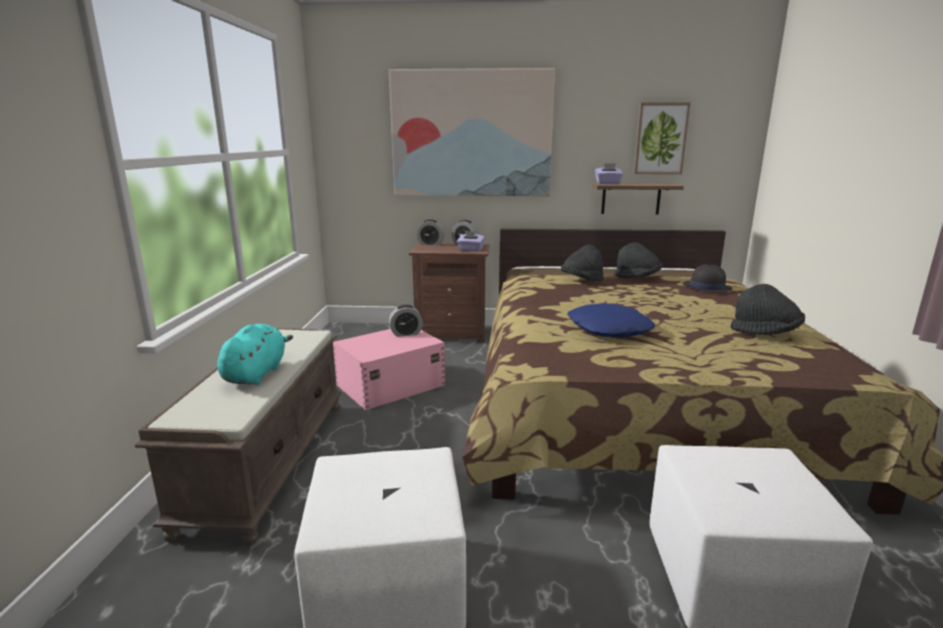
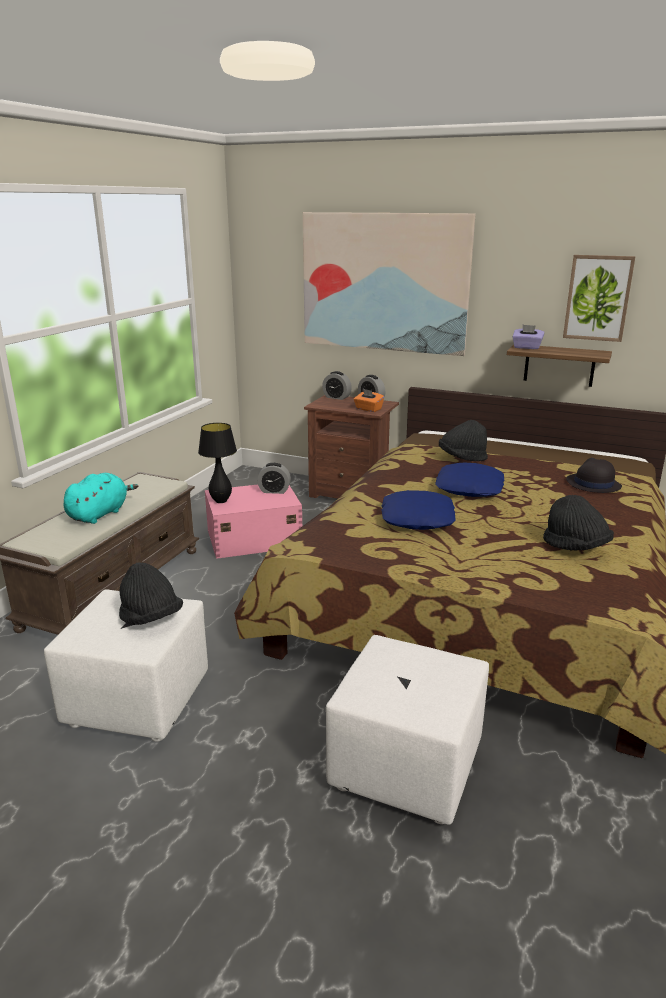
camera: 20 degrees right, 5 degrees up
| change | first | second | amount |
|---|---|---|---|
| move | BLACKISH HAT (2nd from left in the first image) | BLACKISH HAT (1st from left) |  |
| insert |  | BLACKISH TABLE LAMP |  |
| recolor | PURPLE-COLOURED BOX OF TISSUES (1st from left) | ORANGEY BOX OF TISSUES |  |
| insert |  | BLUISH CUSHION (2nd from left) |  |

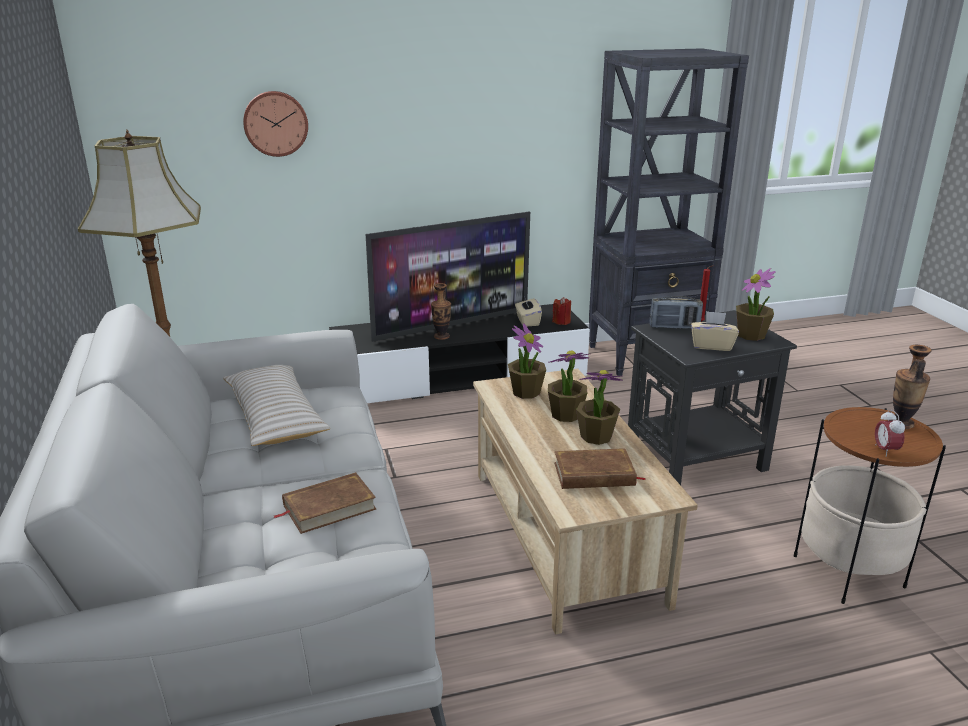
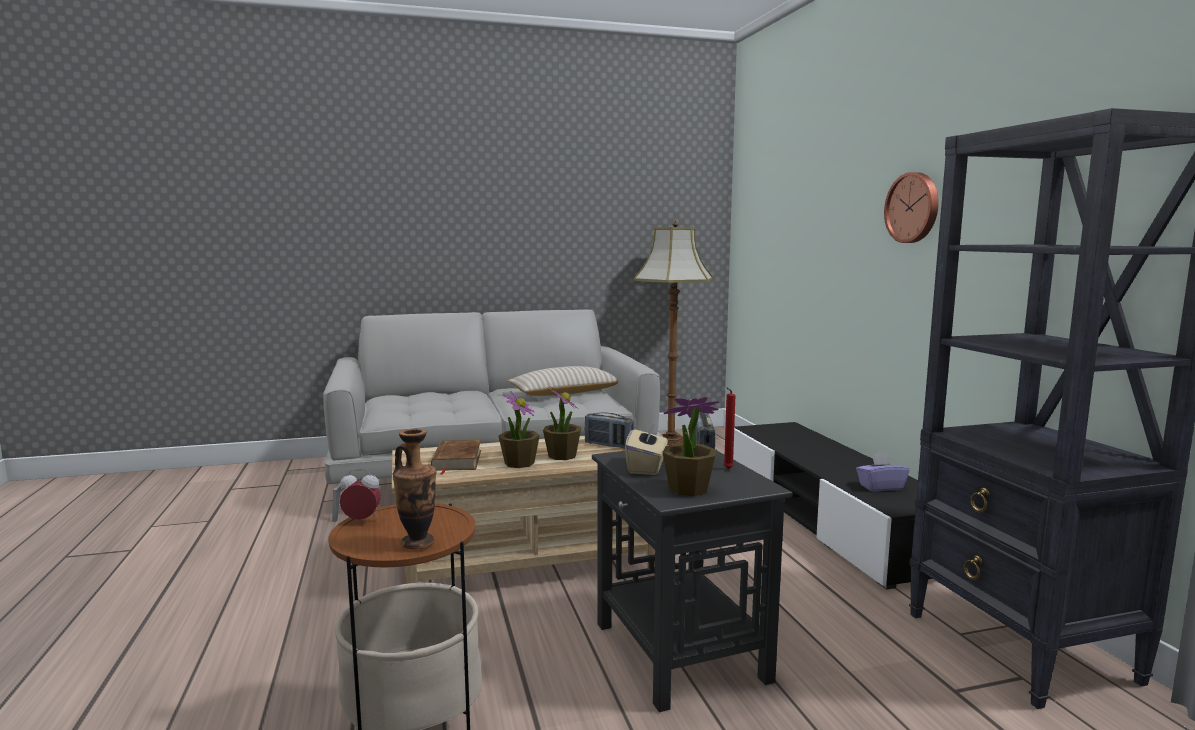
camera: 90 degrees right, 15 degrees down
| change | first | second | amount |
|---|---|---|---|
| replace | POTTED PLANT (1st from left) | RADIO (1st from left) |  |
| recolor | BEIGE BOX OF TISSUES (1st from left) | PURPLE-COLOURED BOX OF TISSUES |  |
| move | WALL CLOCK |  |  |
| delete | BROWN-COLOURED BOUND BOOK (1st from left) |  |  |
| delete | TV SET |  |  |
| delete | DECORATIVE VASE (1st from left) |  |  |
| delete | REDDISH WAX LIGHT (1st from left) |  |  |

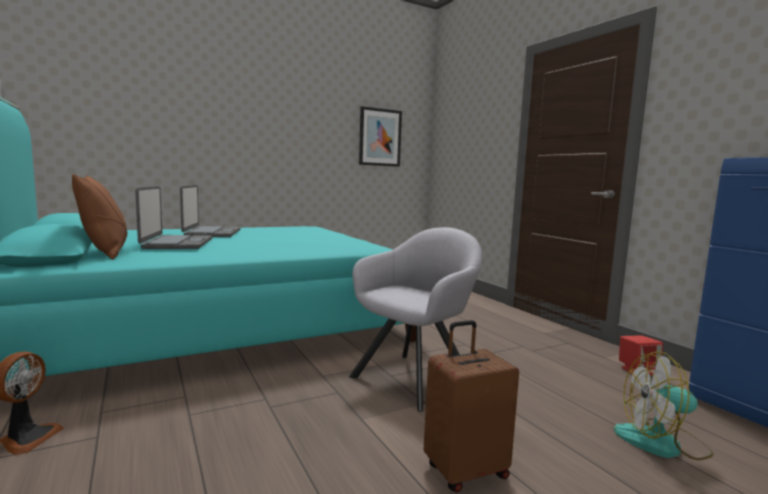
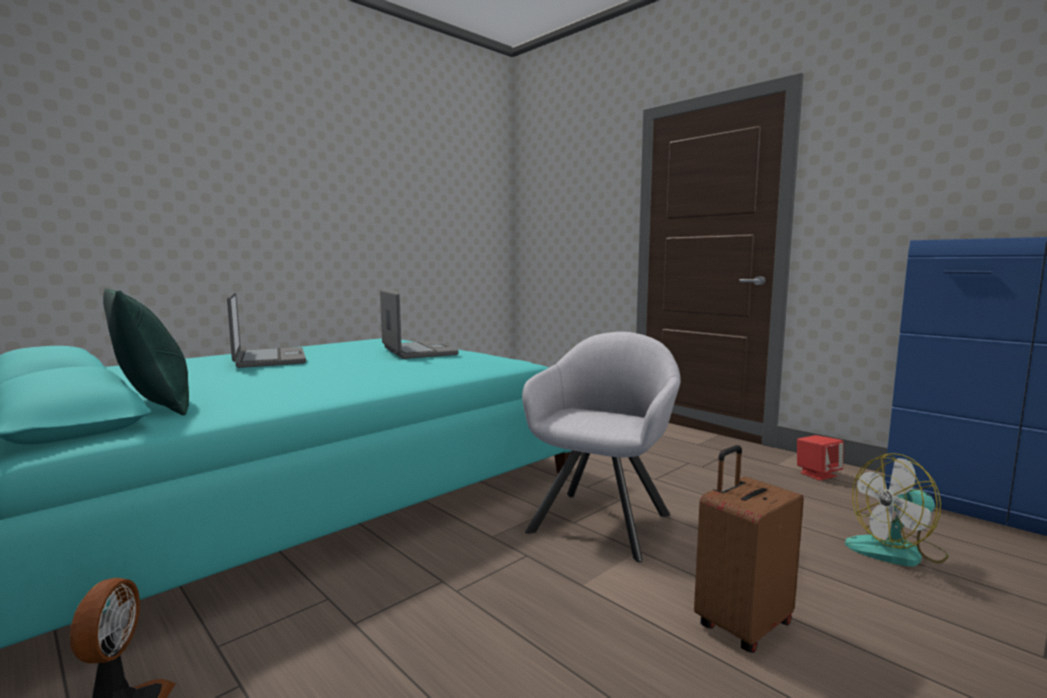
camera: 15 degrees left, 0 degrees up
| change | first | second | amount |
|---|---|---|---|
| recolor | BROWN-COLOURED CUSHION | GREEN-COLOURED CUSHION |  |
| move | PORTABLE COMPUTER (1st from left in the first image) | PORTABLE COMPUTER (2nd from left) |  |
| delete | WALL ART |  |  |

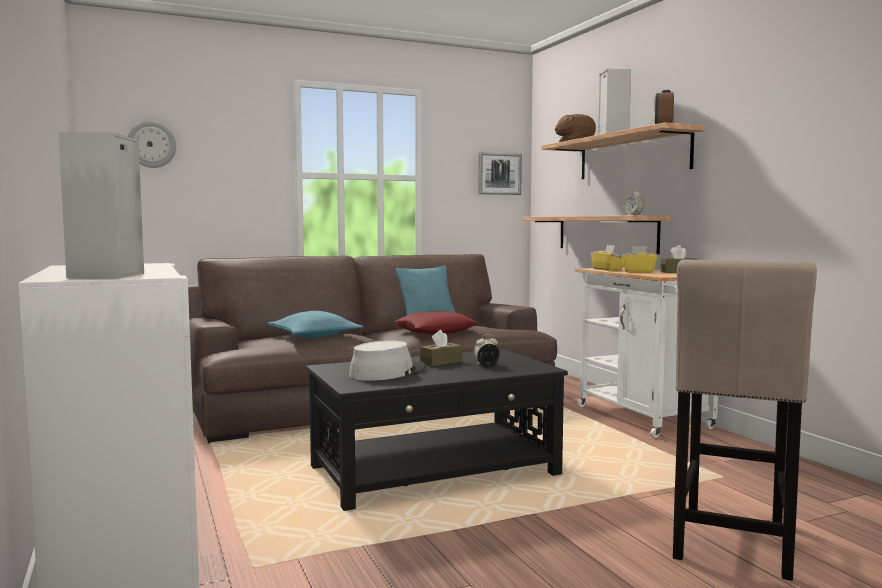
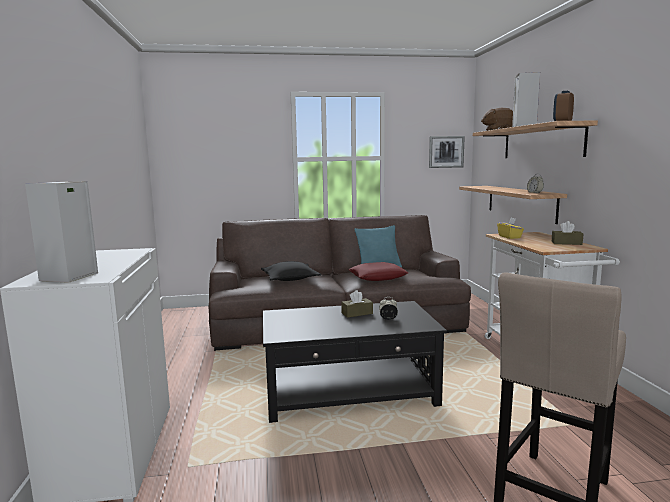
camera: 15 degrees right, 5 degrees up
| change | first | second | amount |
|---|---|---|---|
| recolor | TURQUOISE CUSHION (1st from left) | BLACKISH CUSHION |  |
| delete | WALL CLOCK |  |  |
| delete | GREYISH HAT |  |  |
| delete | YELLOW-COLOURED BOX OF TISSUES (2nd from left) |  |  |

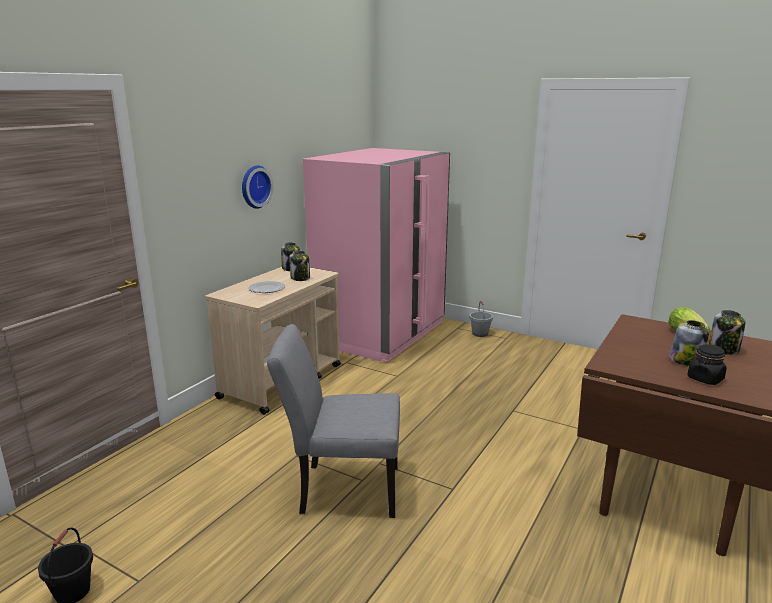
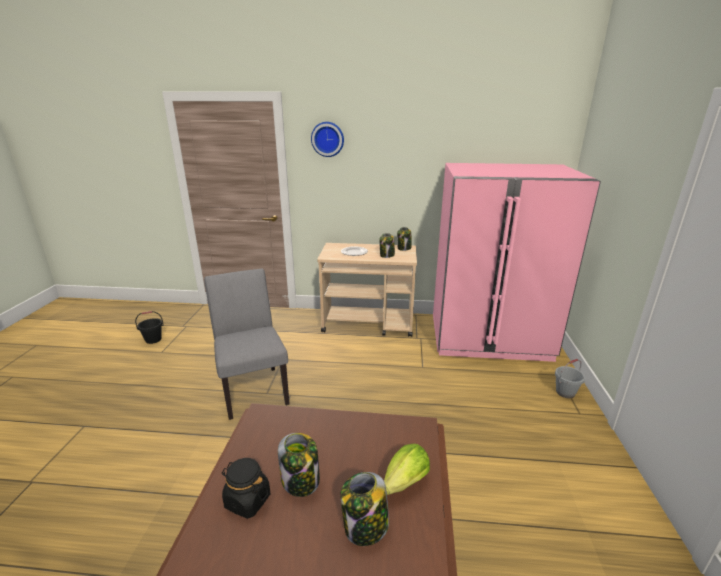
camera: 65 degrees right, 5 degrees up
| change | first | second | amount |
|---|---|---|---|
| move | WALL CLOCK |  |  |

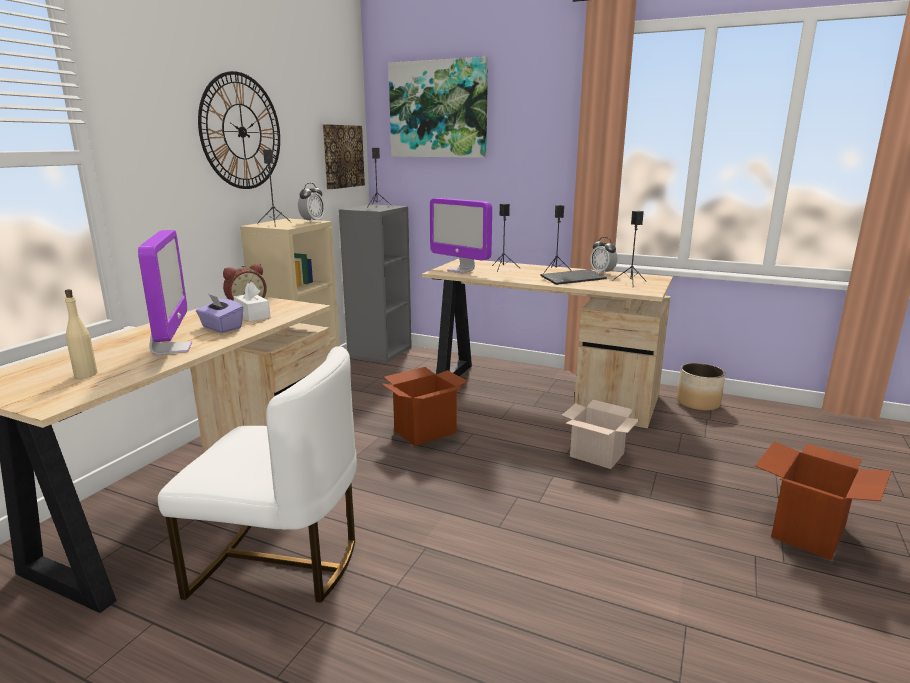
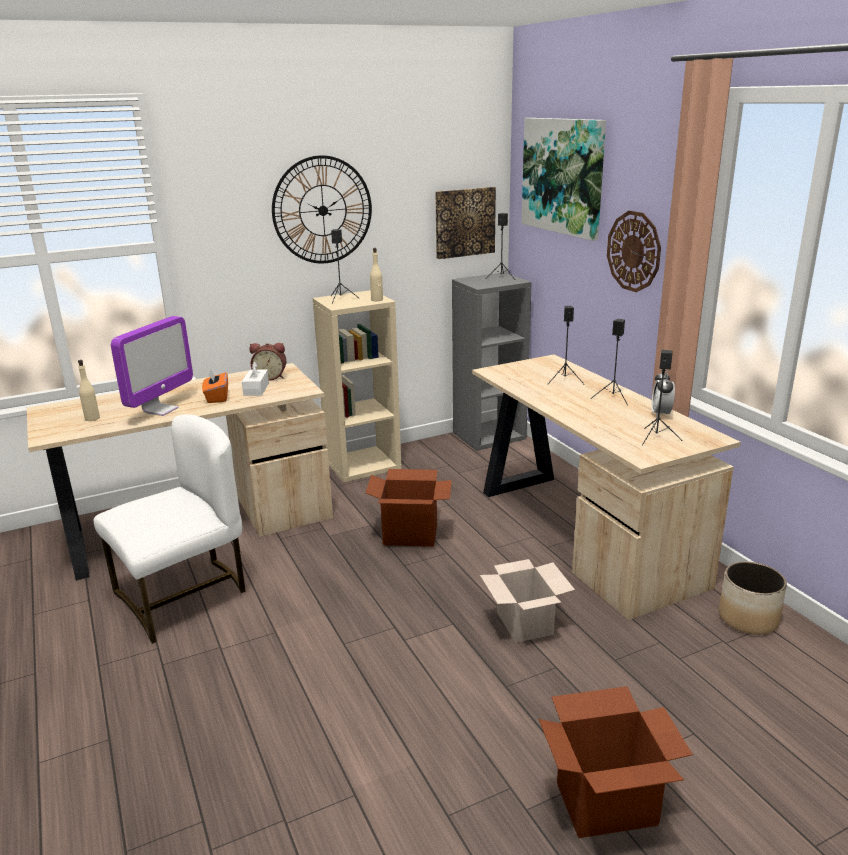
camera: 40 degrees right, 5 degrees up
| change | first | second | amount |
|---|---|---|---|
| rotate | WHITE-COLOURED PLAIN CHAIR |  | 90 degrees counterclockwise |
| recolor | PURPLE-COLOURED BOX OF TISSUES | ORANGEY BOX OF TISSUES |  |
| replace | TABLE CLOCK (2nd from left) | BEIGE BOTTLE (2nd from left) |  |
| insert |  | WALL CLOCK (2nd from left) |  |
| delete | COMPUTER DISPLAY (2nd from left) |  |  |
| delete | COMPUTER KEYBOARD |  |  |

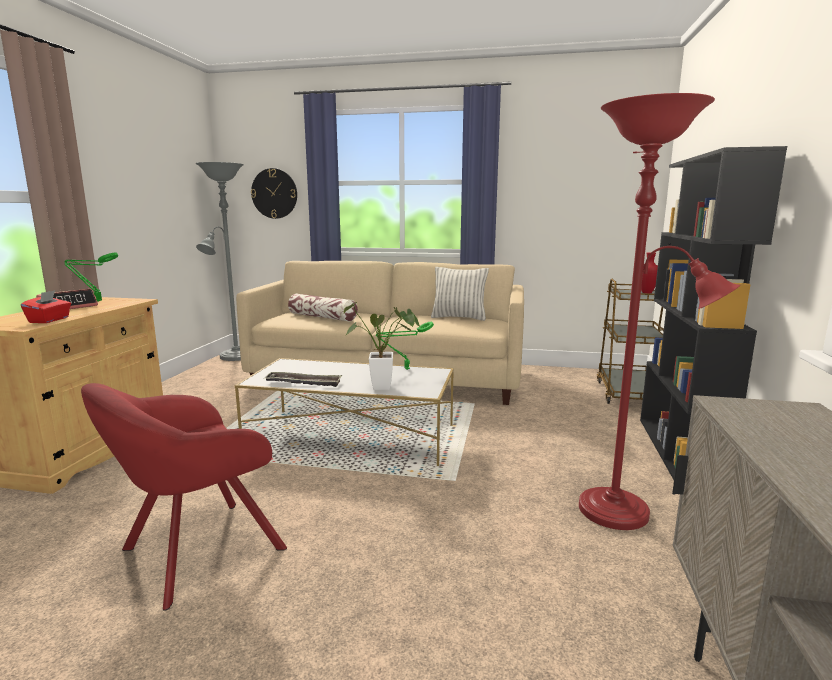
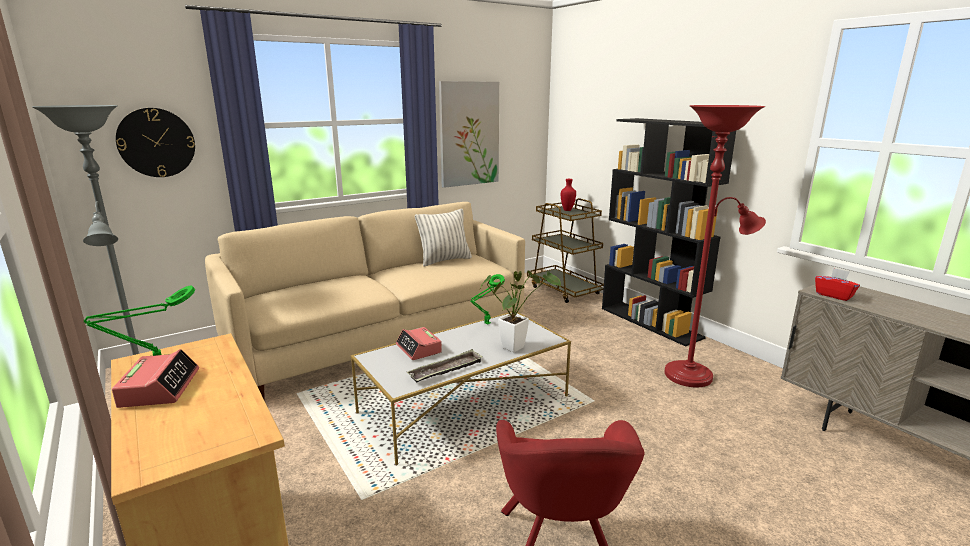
camera: 45 degrees left, 5 degrees up
| change | first | second | amount |
|---|---|---|---|
| insert |  | TABLE CLOCK (2nd from left) |  |
| insert |  | WALL ART |  |
| move | REDDISH BOX OF TISSUES |  |  |
| delete | CUSHION (1st from left) |  |  |

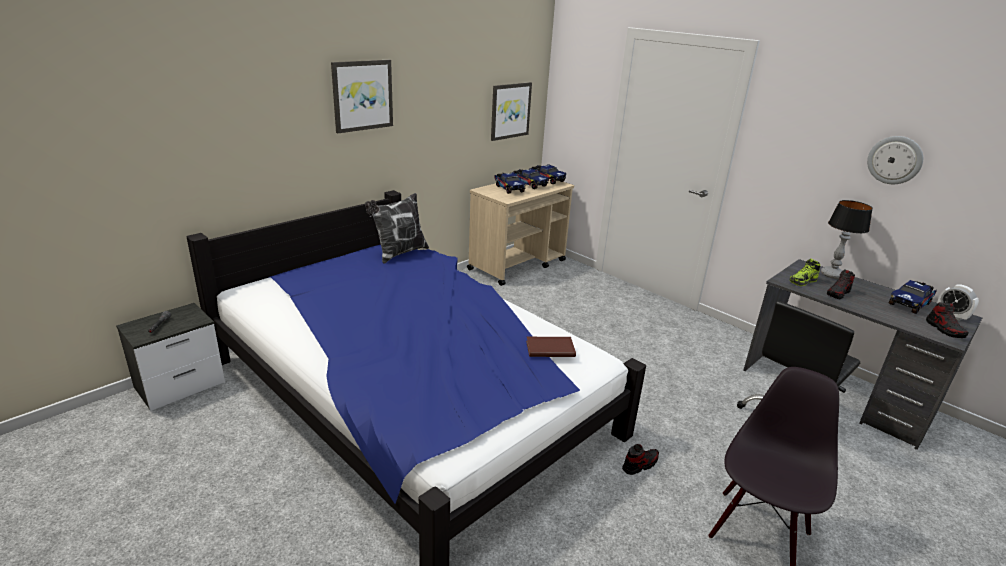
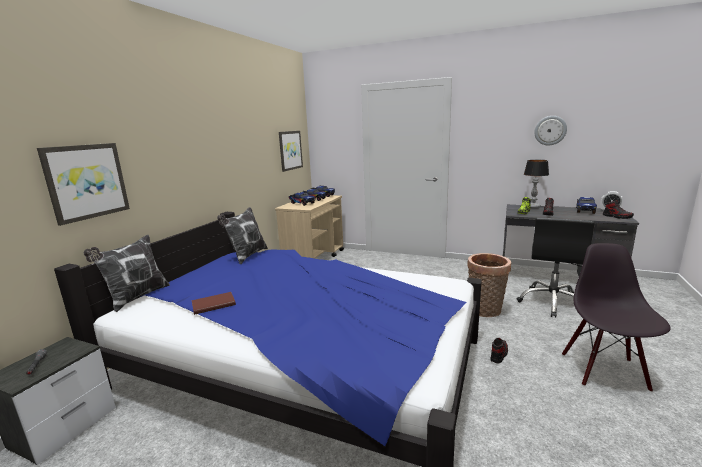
camera: 20 degrees left, 10 degrees down
| change | first | second | amount |
|---|---|---|---|
| move | WALL ART (1st from left) |  |  |
| insert |  | CUSHION (1st from left) |  |
| move | BROWN-COLOURED BOUND BOOK |  |  |
| insert |  | HOUSEHOLD BASKET |  |

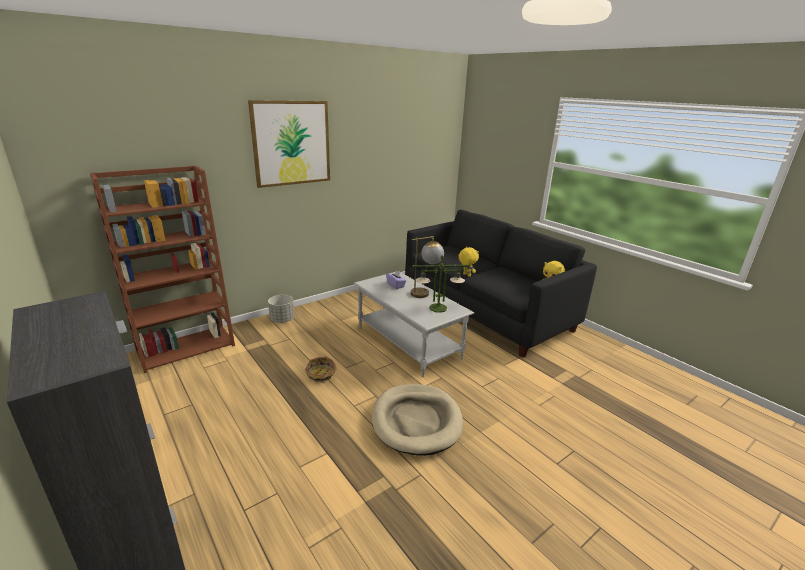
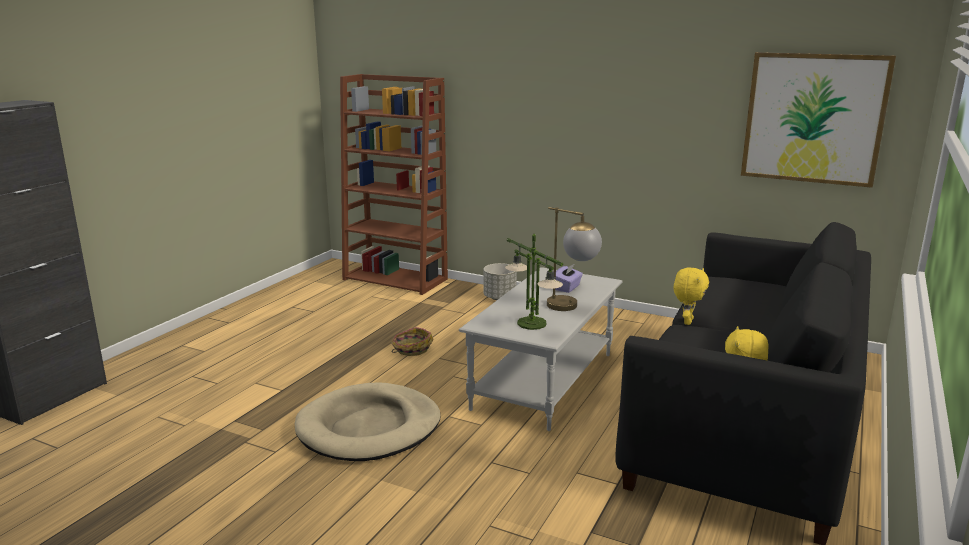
camera: 65 degrees right, 5 degrees down
| change | first | second | amount |
|---|---|---|---|
| move | WALL ART |  |  |

